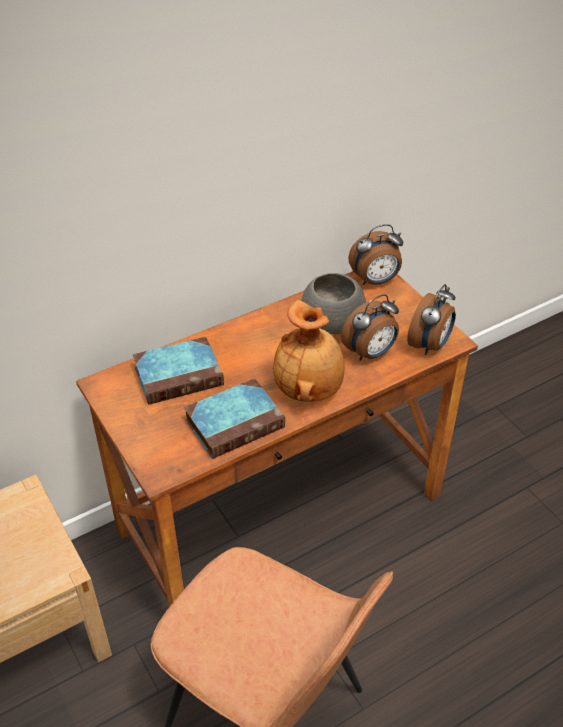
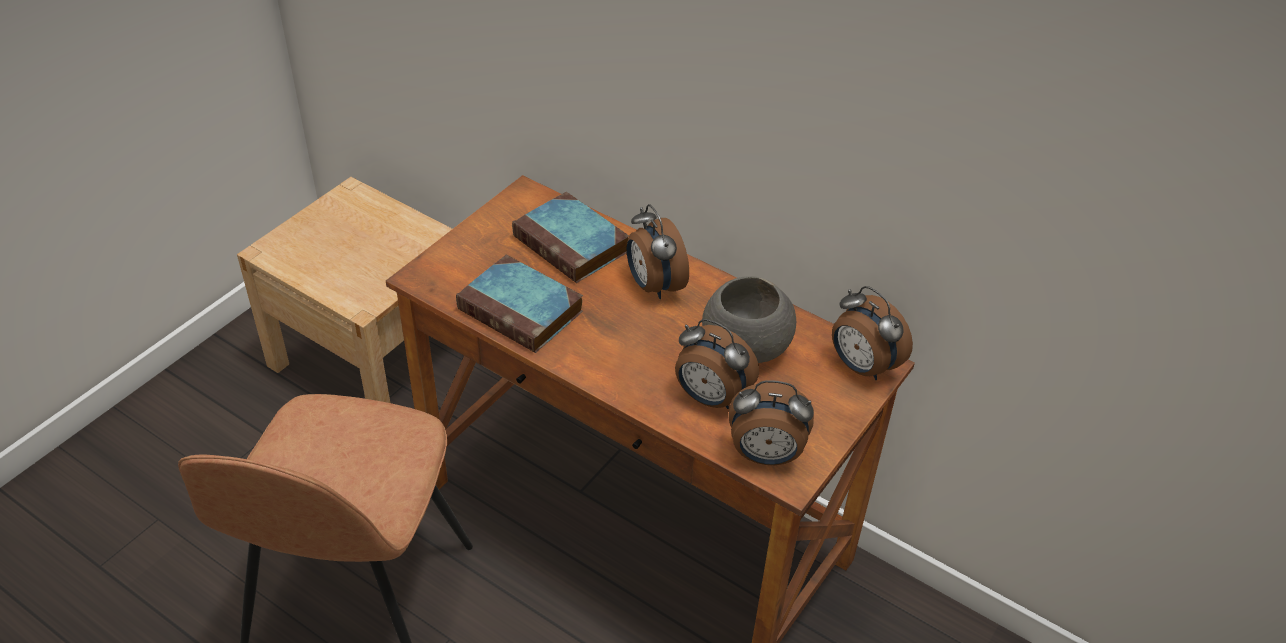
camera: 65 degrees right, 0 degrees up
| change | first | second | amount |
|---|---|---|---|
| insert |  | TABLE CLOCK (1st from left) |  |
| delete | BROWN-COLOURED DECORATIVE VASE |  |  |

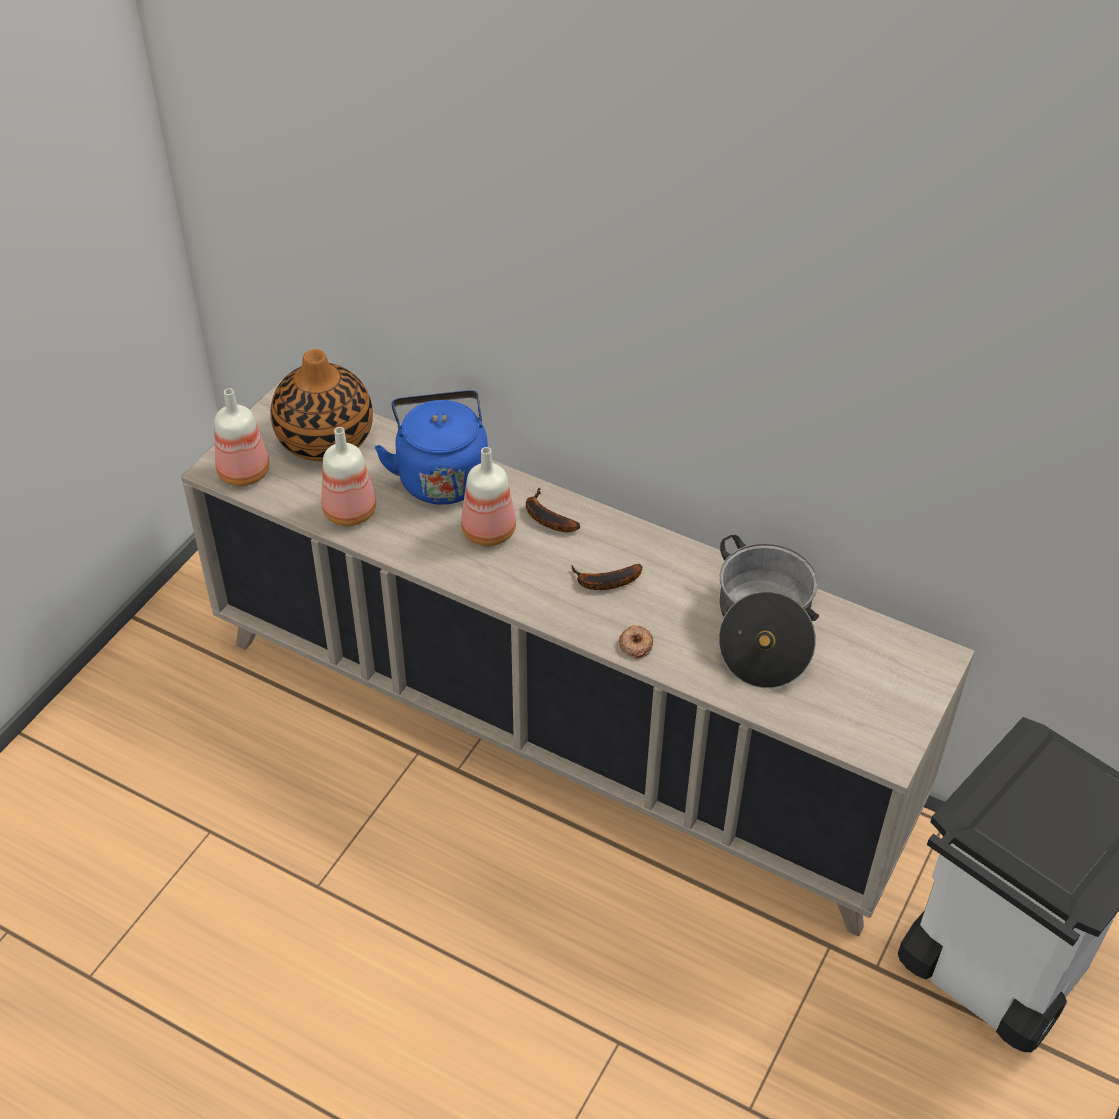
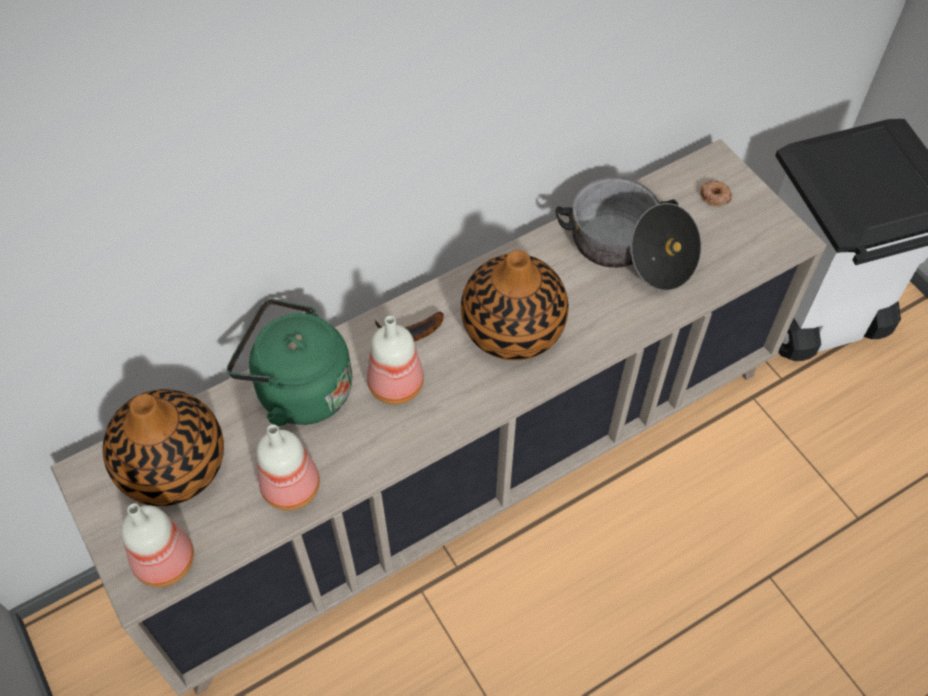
camera: 60 degrees left, 10 degrees up
| change | first | second | amount |
|---|---|---|---|
| recolor | BLUISH TEA KETTLE | GREEN-COLOURED TEA KETTLE |  |
| replace | BANANA (2nd from left) | DECORATIVE VASE (2nd from left) |  |
| move | RING DOUGHNUT |  |  |

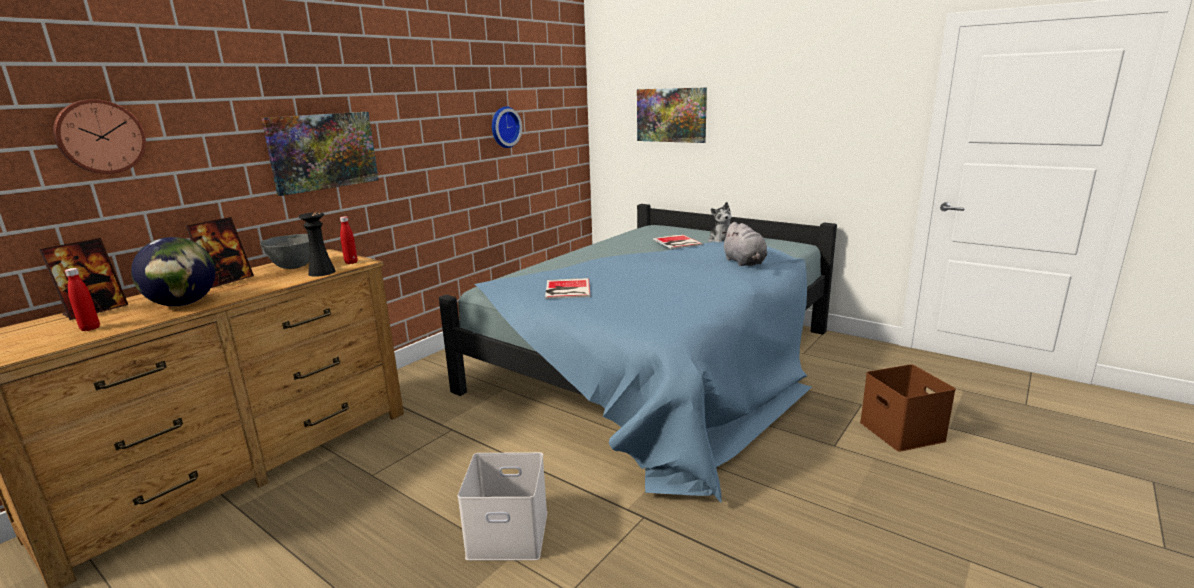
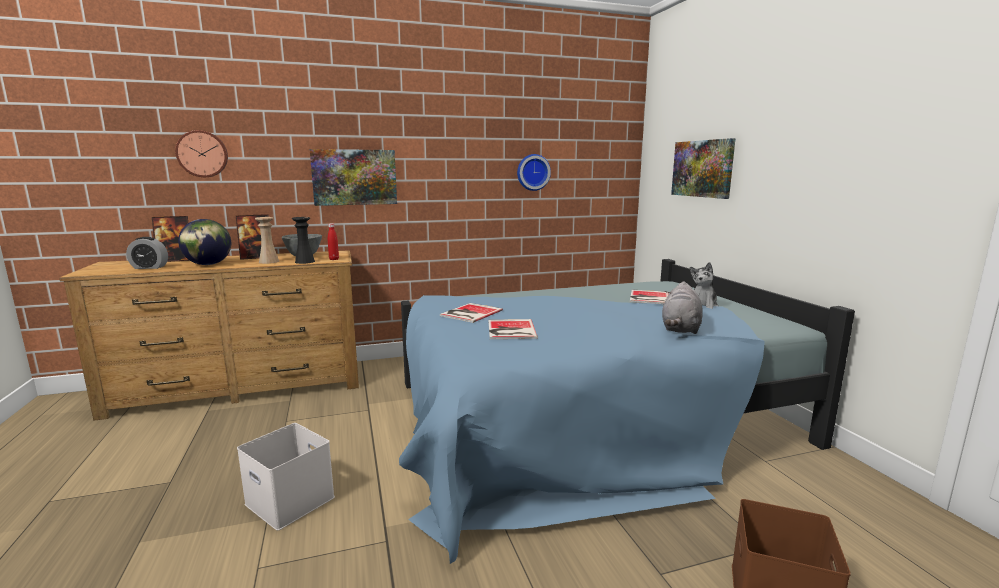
camera: 35 degrees right, 5 degrees down
| change | first | second | amount |
|---|---|---|---|
| replace | REDDISH BOTTLE (1st from left) | TABLE CLOCK |  |
| insert |  | BEIGE DECORATIVE VASE |  |
| insert |  | BOUND BOOK (2nd from left) |  |

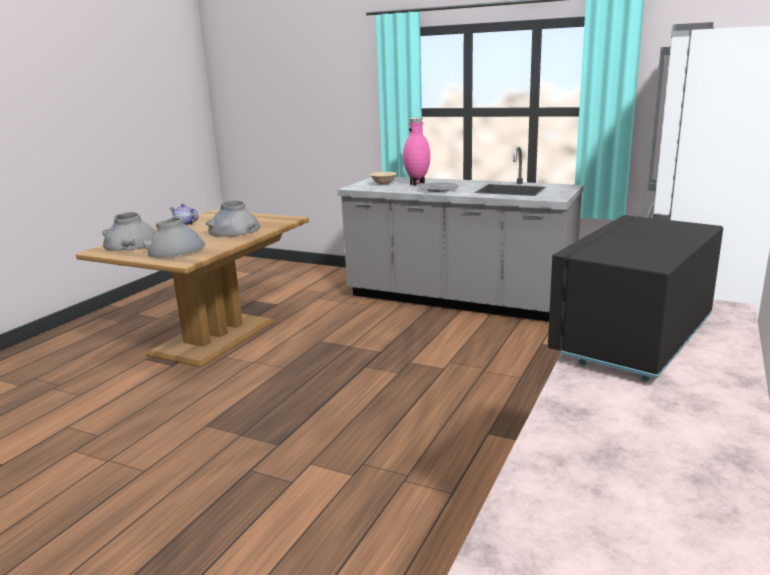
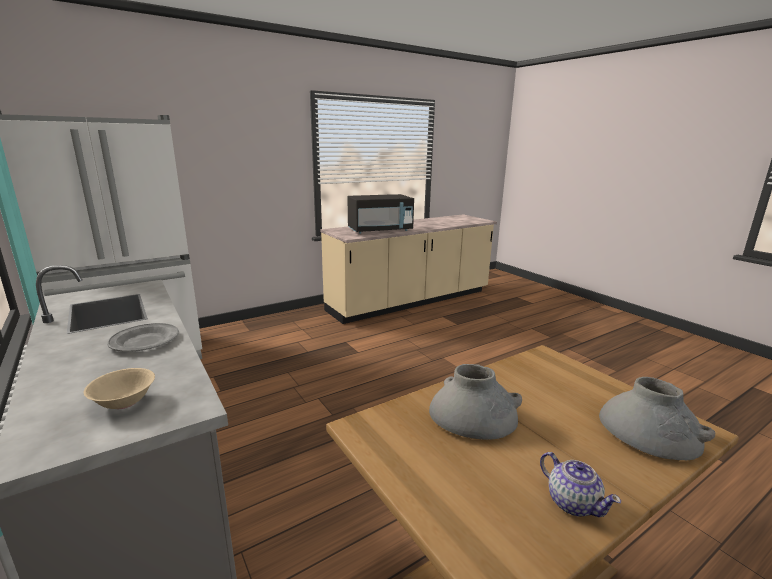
camera: 150 degrees left, 0 degrees up
| change | first | second | amount |
|---|---|---|---|
| delete | GREYISH DECORATIVE VASE (2nd from left) |  |  |
| delete | PINK DECORATIVE VASE |  |  |

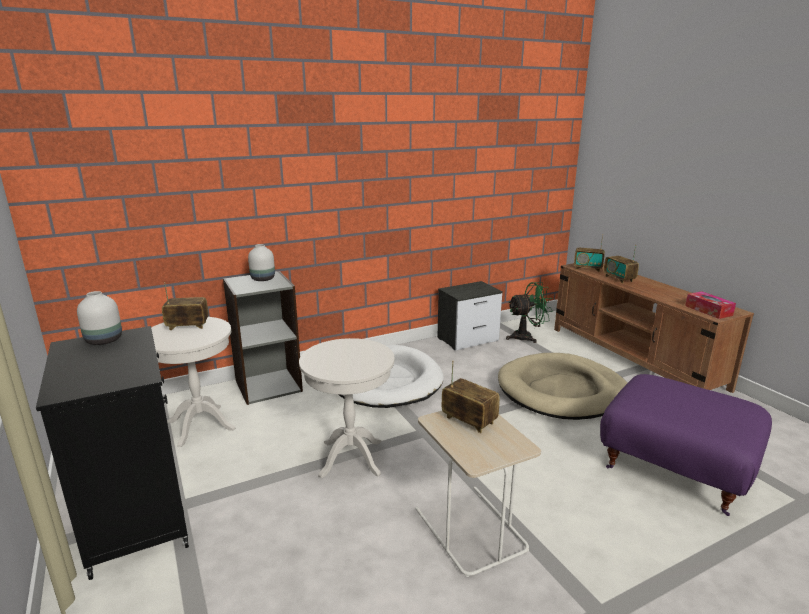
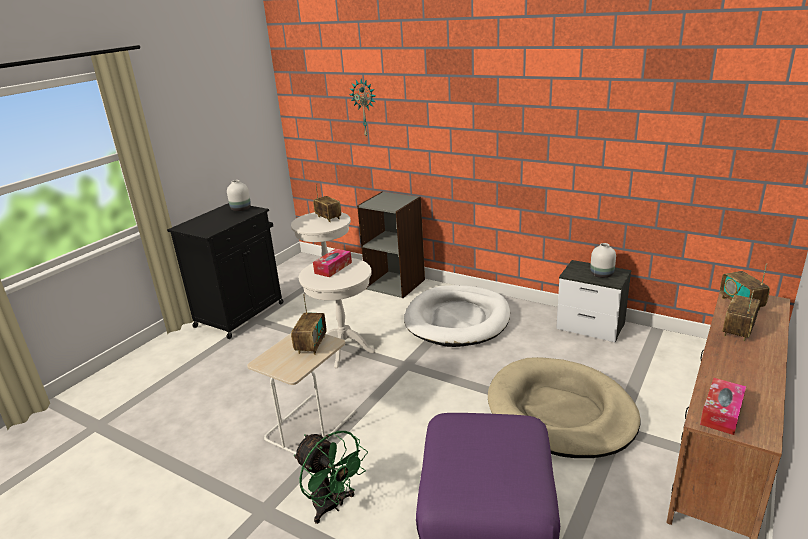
camera: 60 degrees right, 5 degrees up
| change | first | second | amount |
|---|---|---|---|
| move | GREEN-COLOURED COOLING FAN |  |  |
| insert |  | BOX OF TISSUES (1st from left) |  |
| insert |  | WALL CLOCK |  |
| move | WHITE-COLOURED DECORATIVE VASE (2nd from left) |  |  |

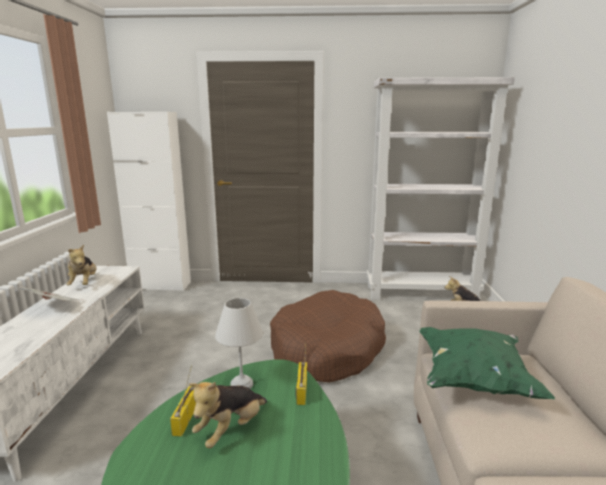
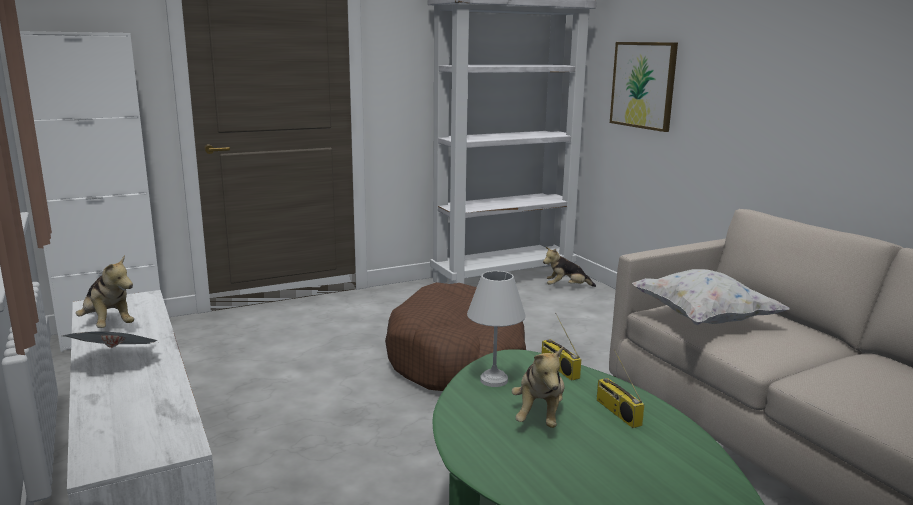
camera: 30 degrees left, 0 degrees up
| change | first | second | amount |
|---|---|---|---|
| move | RADIO (1st from left in the first image) | RADIO (2nd from left) |  |
| insert |  | WALL ART |  |
| recolor | GREEN-COLOURED CUSHION | WHITE-COLOURED CUSHION |  |

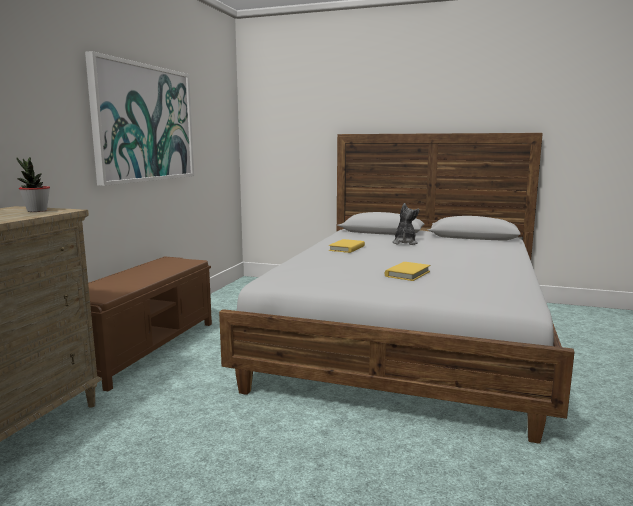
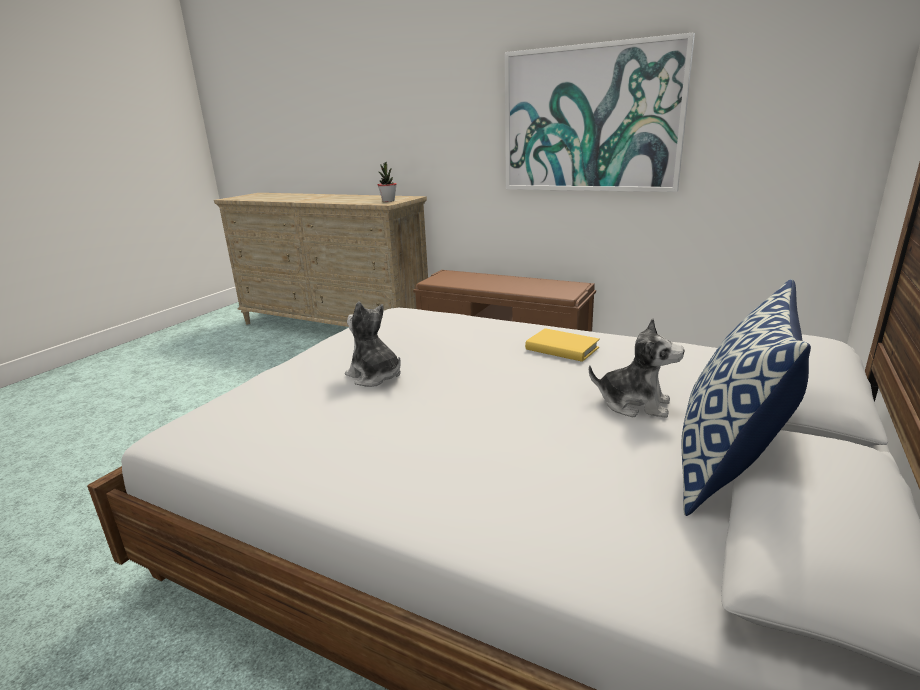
camera: 100 degrees right, 10 degrees up
| change | first | second | amount |
|---|---|---|---|
| replace | YELLOW-COLOURED BOUND BOOK (2nd from left) | SOFT TOY (1st from left) |  |
| insert |  | CUSHION |  |

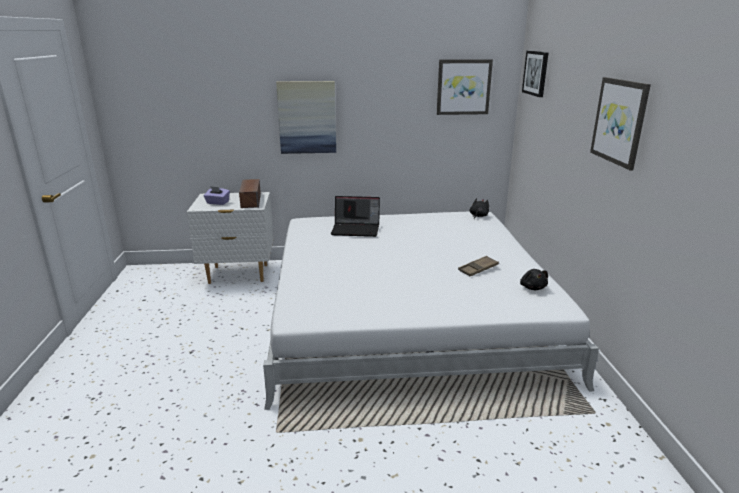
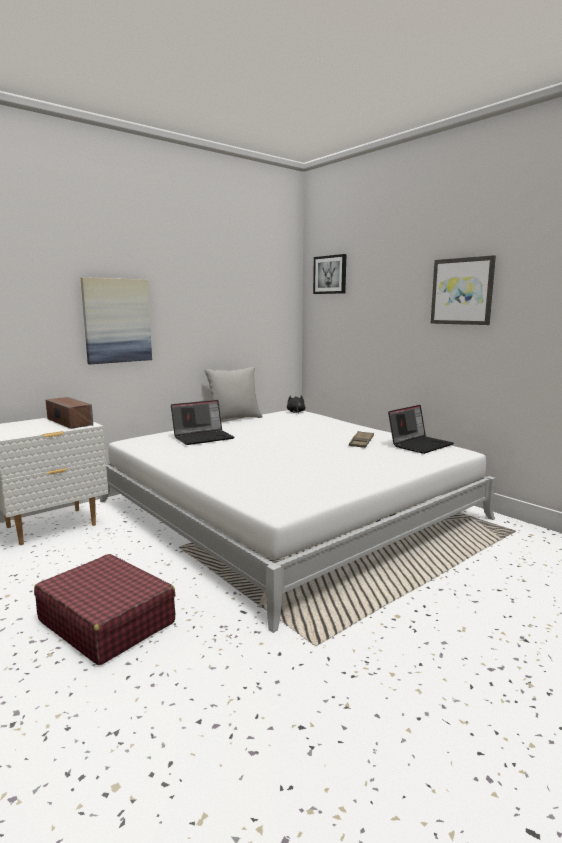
camera: 35 degrees left, 10 degrees down
| change | first | second | amount |
|---|---|---|---|
| insert |  | REDDISH PIECE OF LUGGAGE |  |
| insert |  | GREYISH CUSHION |  |
| replace | BLACKISH SOFT TOY (2nd from left) | PORTABLE COMPUTER (2nd from left) |  |
| delete | PURPLE-COLOURED BOX OF TISSUES |  |  |
| delete | WALL ART (2nd from left) |  |  |

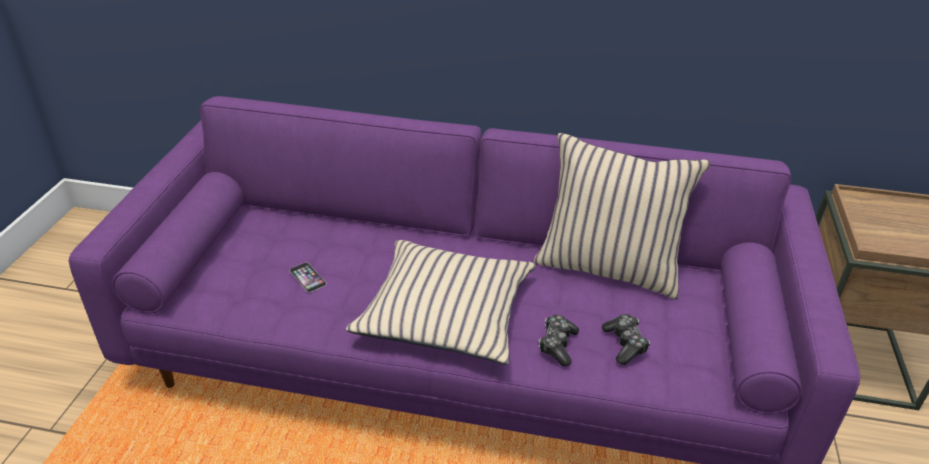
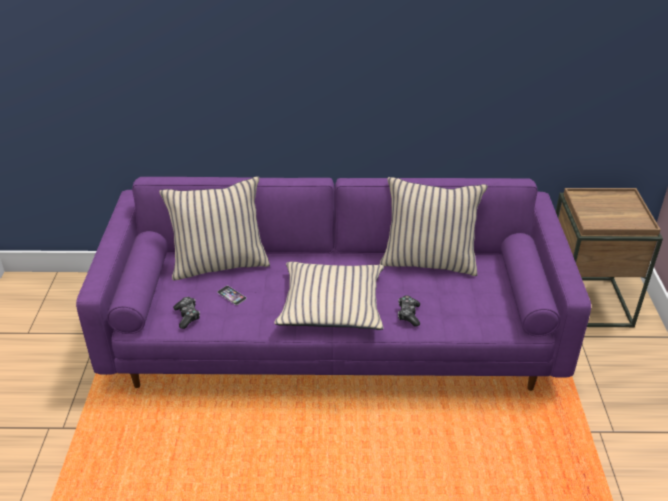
camera: 10 degrees left, 0 degrees up
| change | first | second | amount |
|---|---|---|---|
| insert |  | BEIGE CUSHION (1st from left) |  |
| move | GAME CONTROLLER (2nd from left in the first image) | GAME CONTROLLER (1st from left) |  |

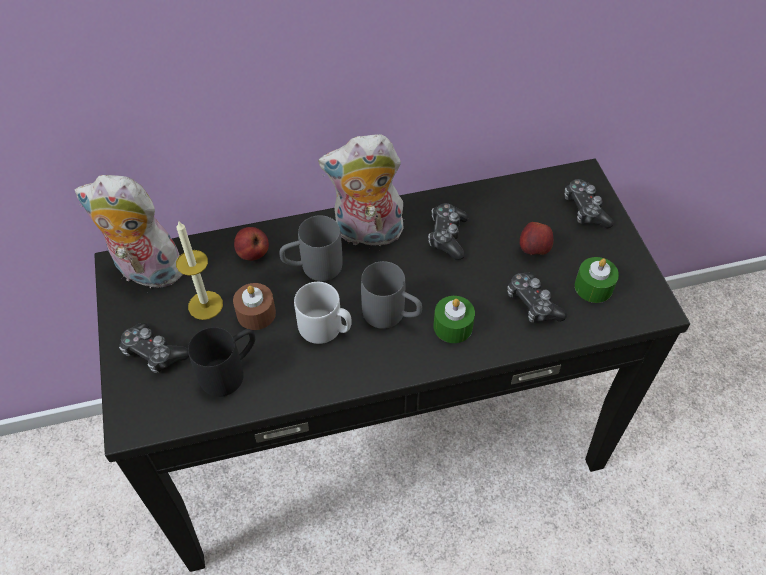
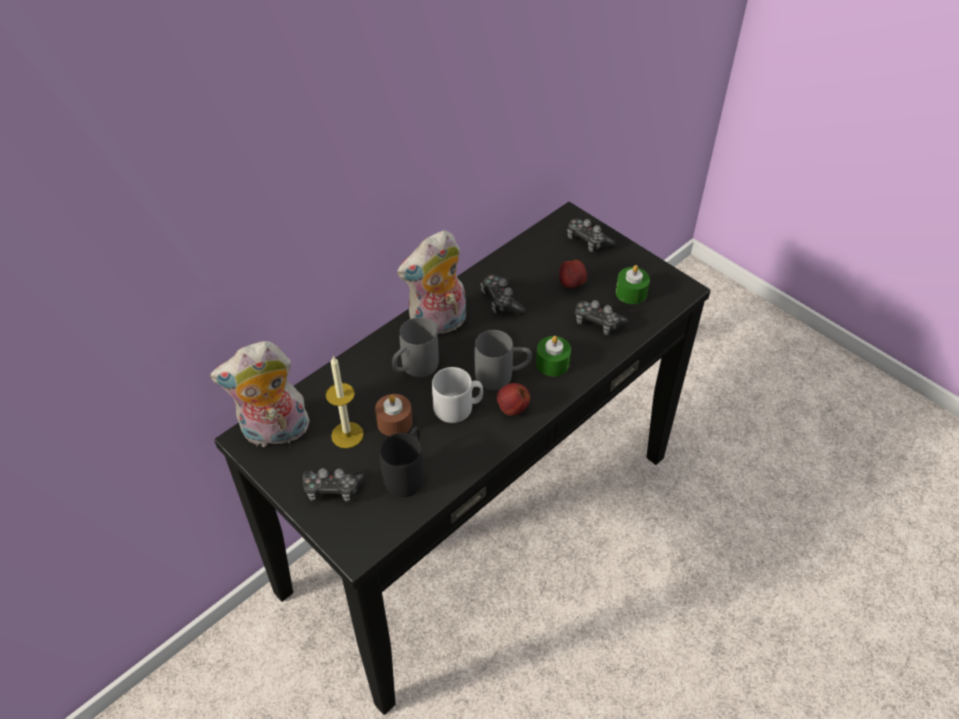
camera: 30 degrees left, 5 degrees down
| change | first | second | amount |
|---|---|---|---|
| move | WHOLE APPLE (1st from left) |  |  |

